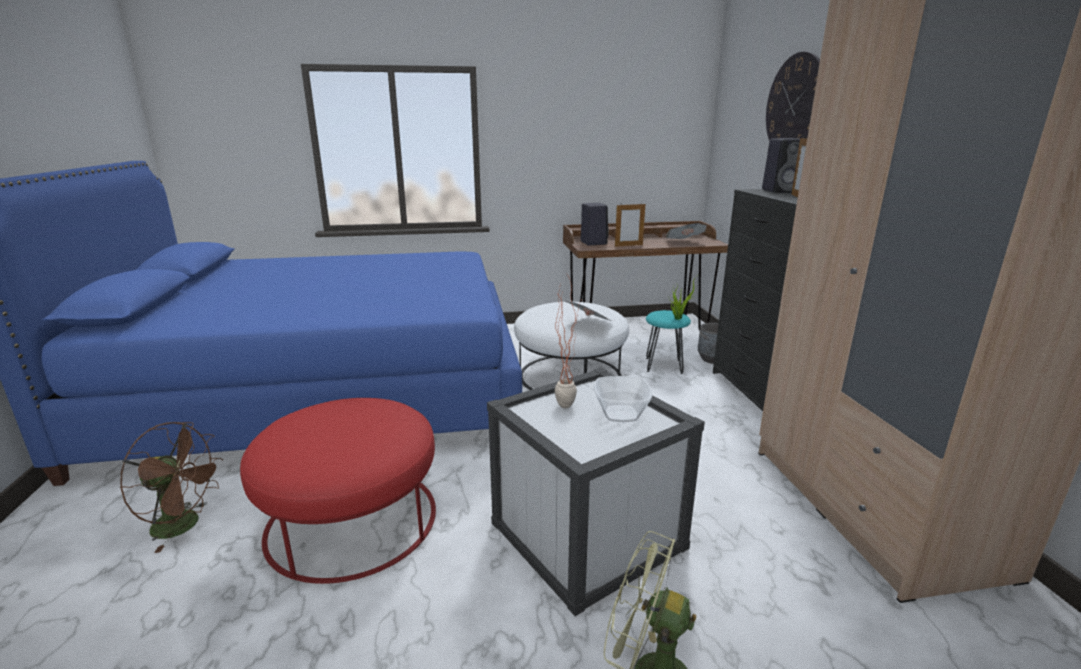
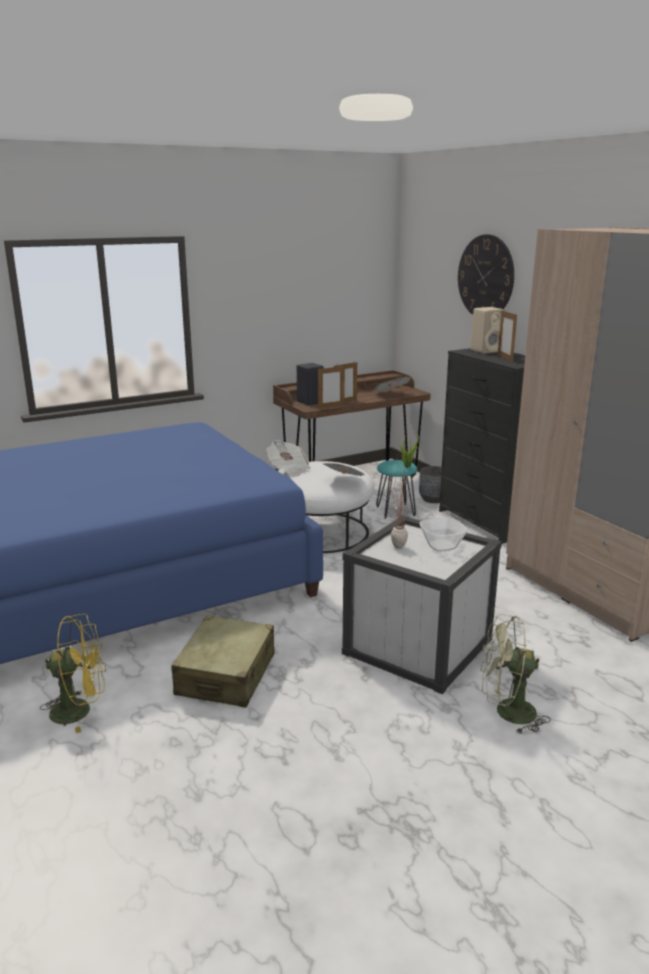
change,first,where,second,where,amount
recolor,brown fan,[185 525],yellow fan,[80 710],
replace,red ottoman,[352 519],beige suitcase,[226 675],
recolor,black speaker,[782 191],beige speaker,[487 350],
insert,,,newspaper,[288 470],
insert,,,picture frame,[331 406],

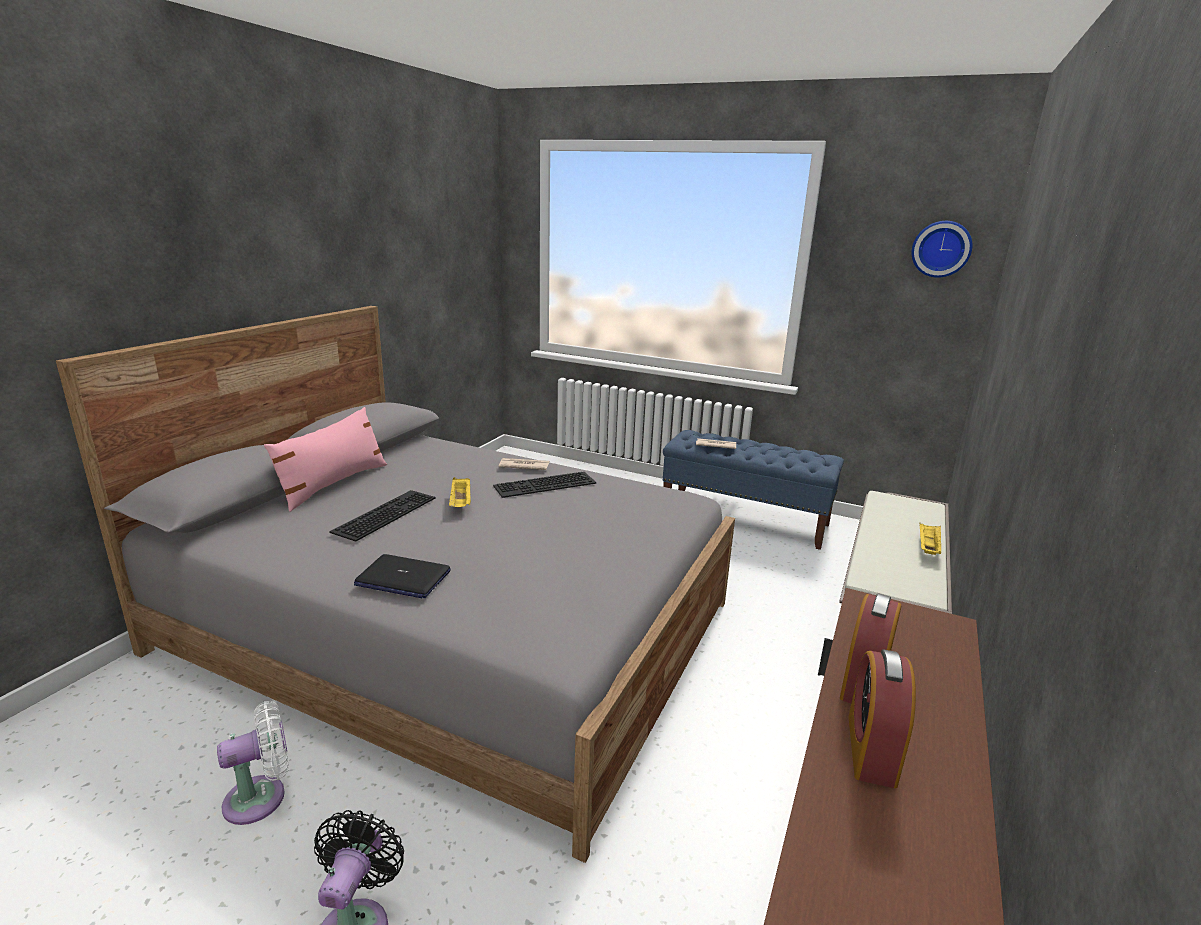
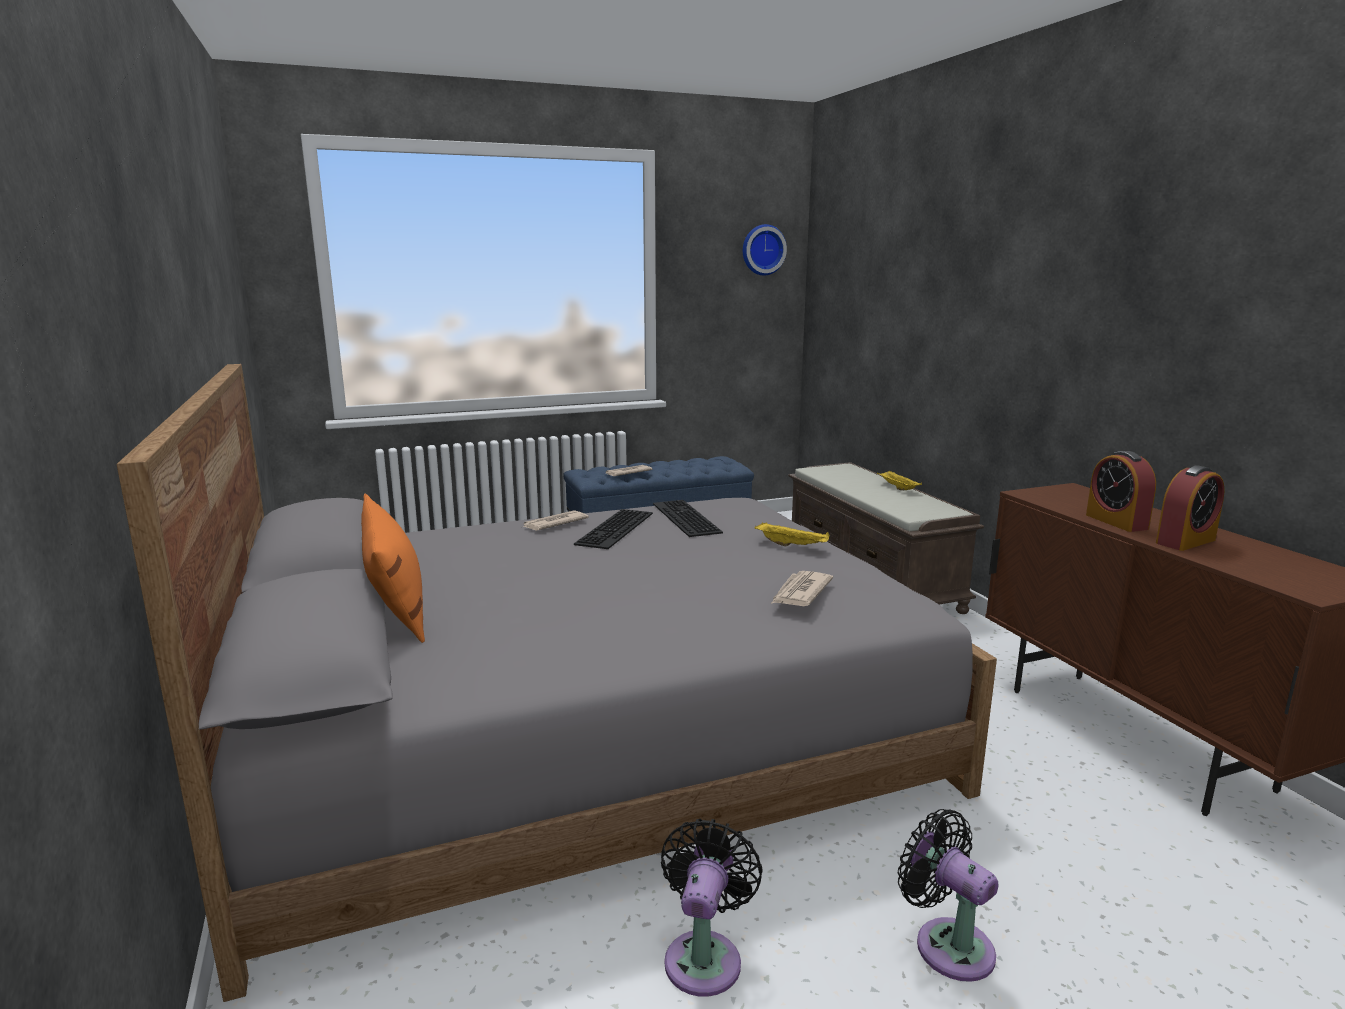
change,first,where,second,where,amount
recolor,white fan,[261 797],black fan,[705 956],
recolor,pink pillow,[333 484],orange pillow,[395 605],
move,keyboard,[384 513],,[683 517],
delete,laptop,[402 578],,,
move,yellow tray,[461 503],,[792 545],
rotate,alarm clock,[871 749],,[1185 541],90 degrees counterclockwise
insert,,,newspaper,[800 592],

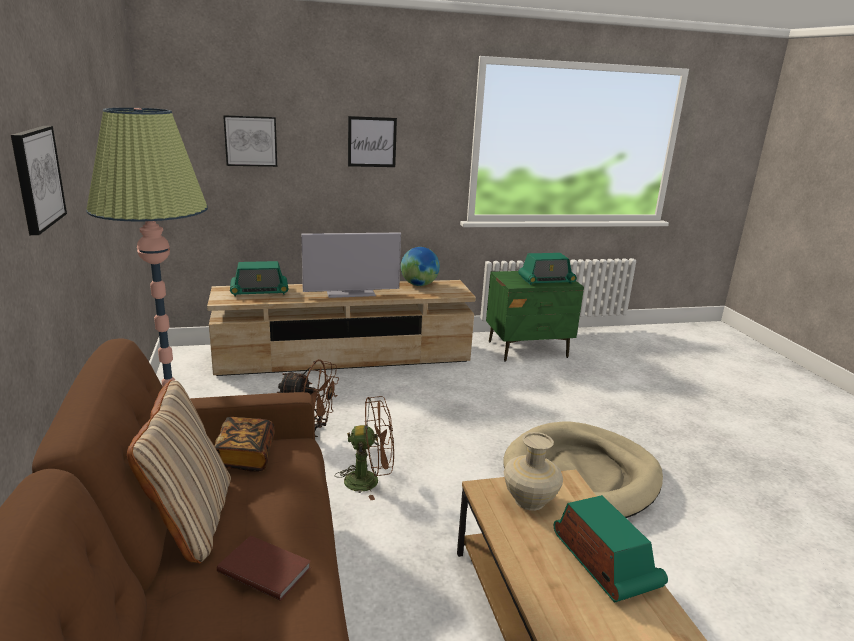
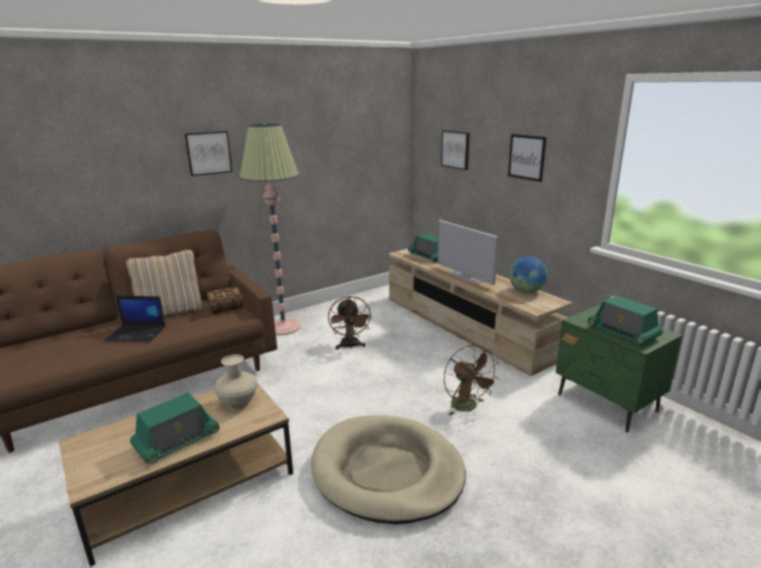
change,first,where,second,where,amount
replace,brown book,[265 568],laptop,[137 333],
move,brown fan,[369 481],,[468 407],

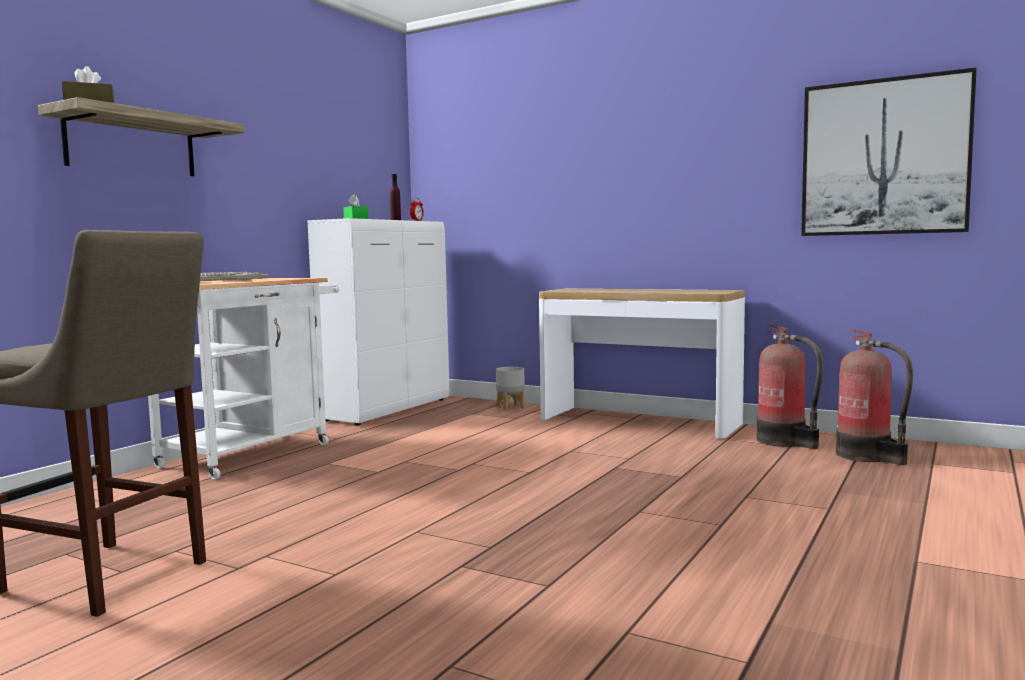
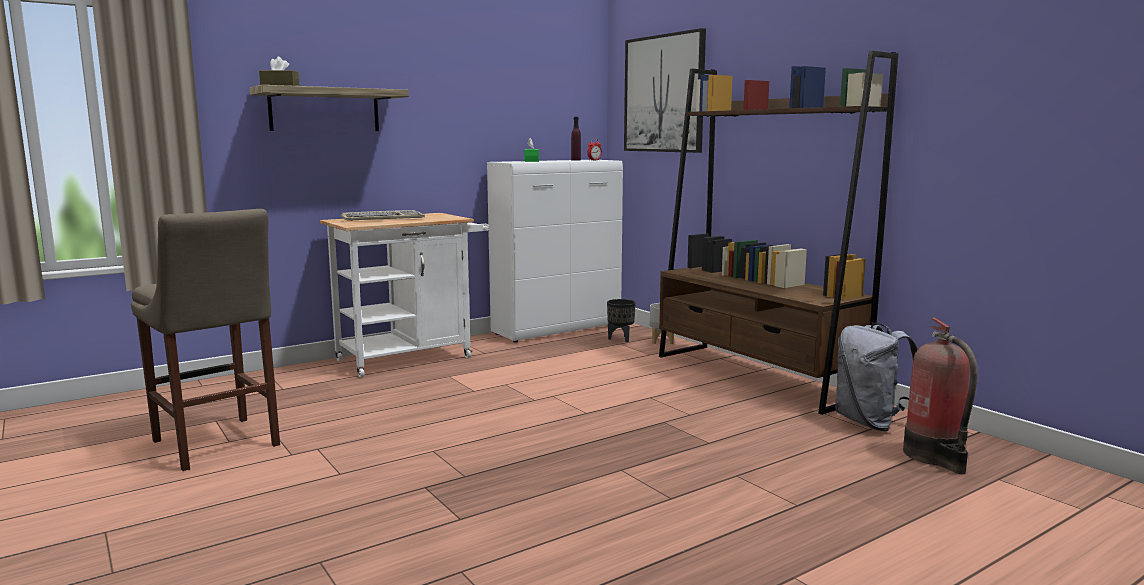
change,first,where,second,where,amount
replace,console table,[638 422],brown bookcase,[755 376],
replace,fire extinguisher,[784 441],grey backpack,[871 423],
move,picture,[884 157],,[664 94],
insert,,,black planter,[621 339],

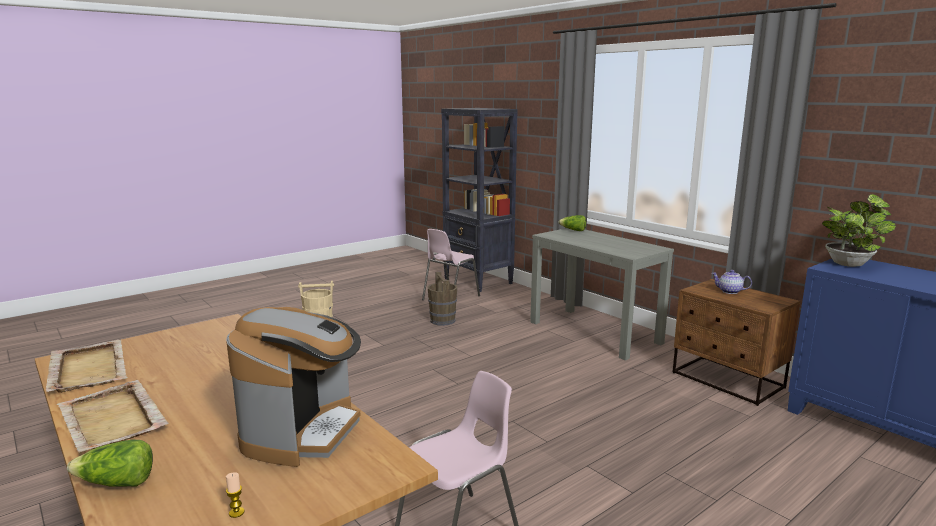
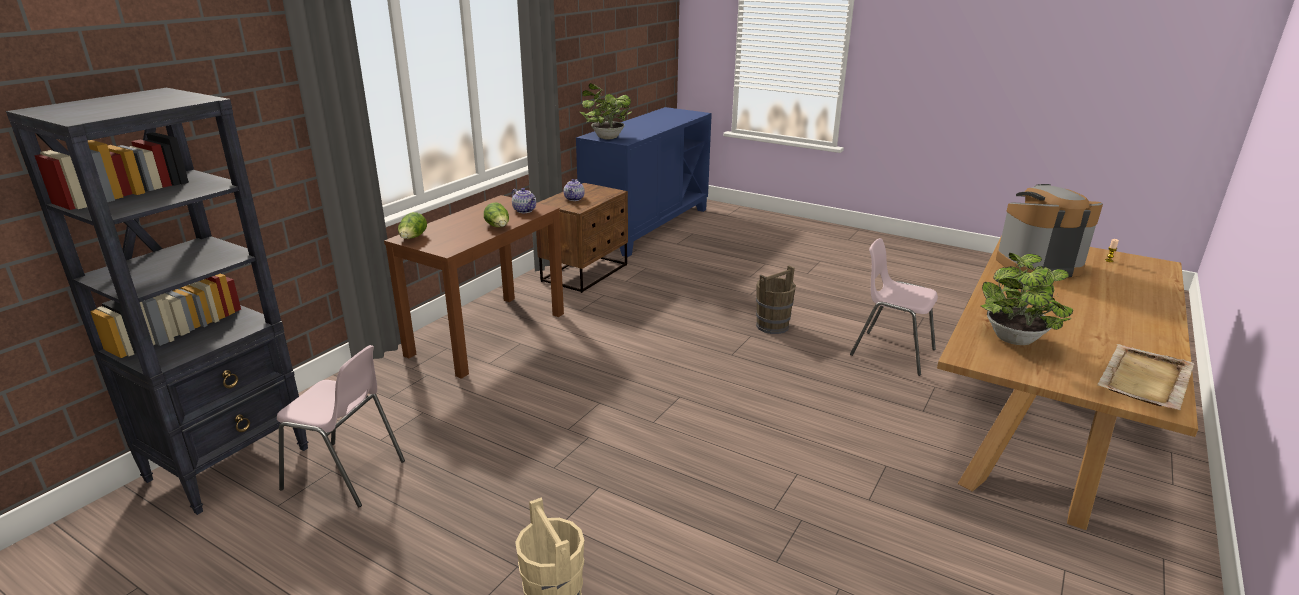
change,first,where,second,where,amount
delete,beige tray,[112 419],,,
move,lettuce,[116 483],,[498 227],
move,brown bucket,[442 320],,[772 326],
recolor,grey console table,[595 332],brown console table,[488 333],
insert,,,teapot,[525 210],
insert,,,potted plant,[1015 341],

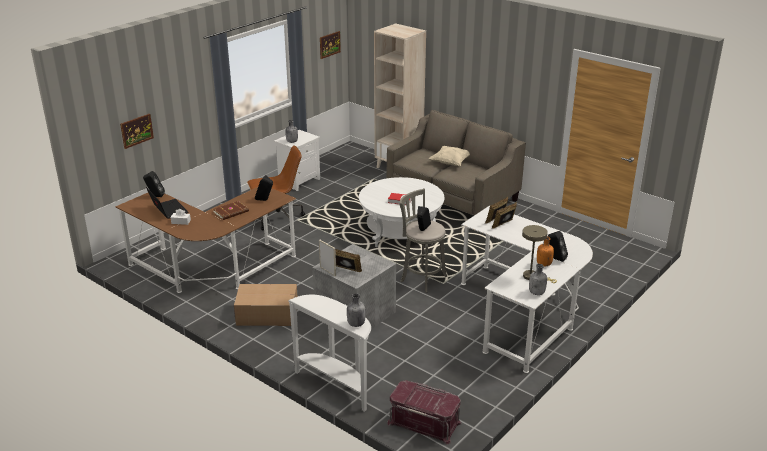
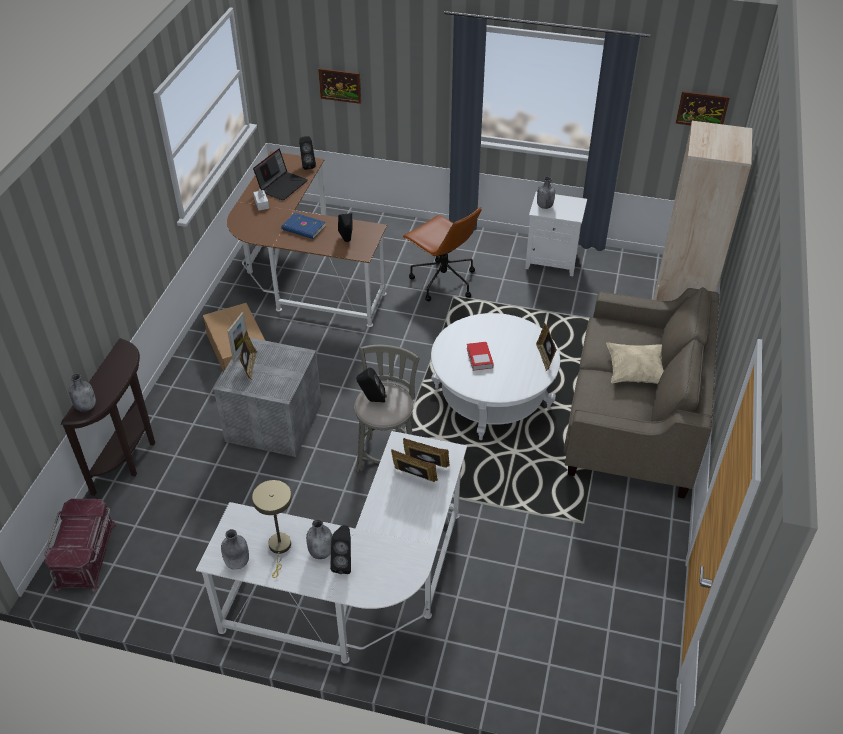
change,first,where,second,where,amount
recolor,brown book,[231 212],blue book,[303 228],
recolor,white console table,[336 385],brown console table,[130 455],
recolor,orange bottle,[543 264],grey bottle,[321 551],
insert,,,picture frame,[545 357],

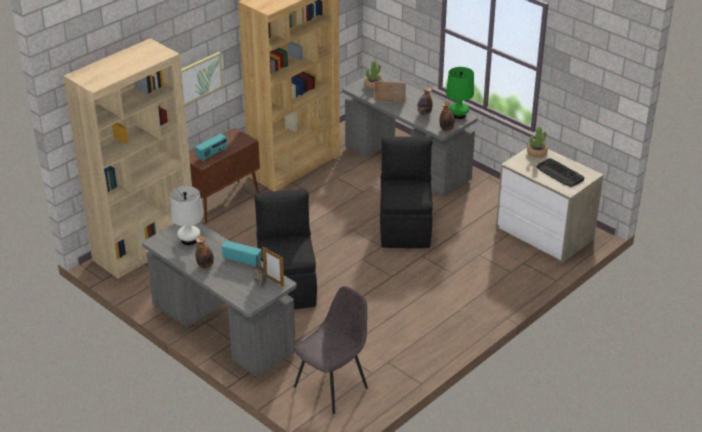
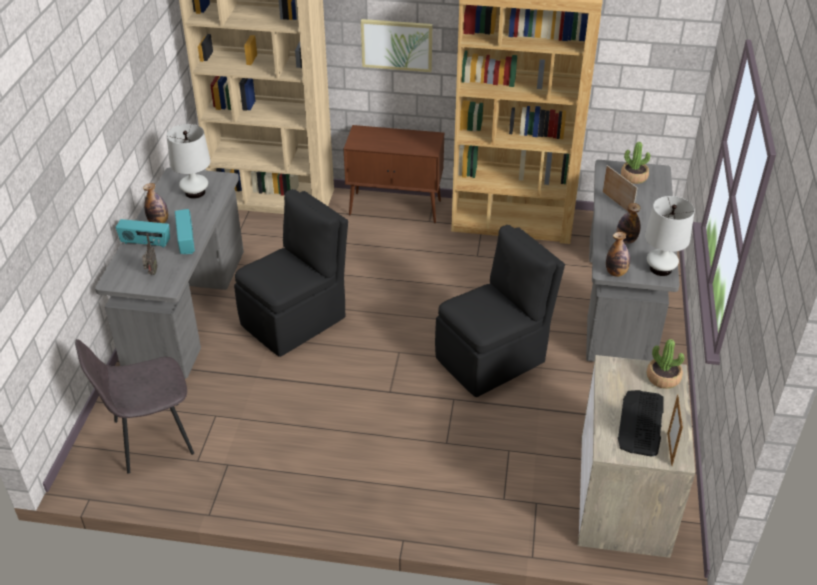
change,first,where,second,where,amount
move,radio,[212 154],,[145 243],
move,picture frame,[274 281],,[669 449],
rotate,grey chair,[332 386],,[150 438],150 degrees clockwise
recolor,green table lamp,[458 115],white table lamp,[660 269],

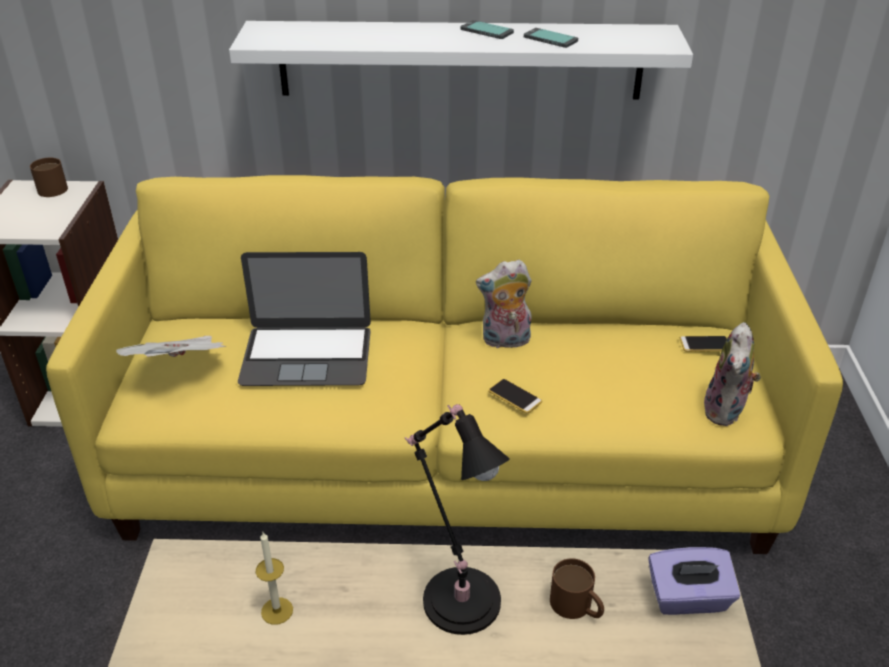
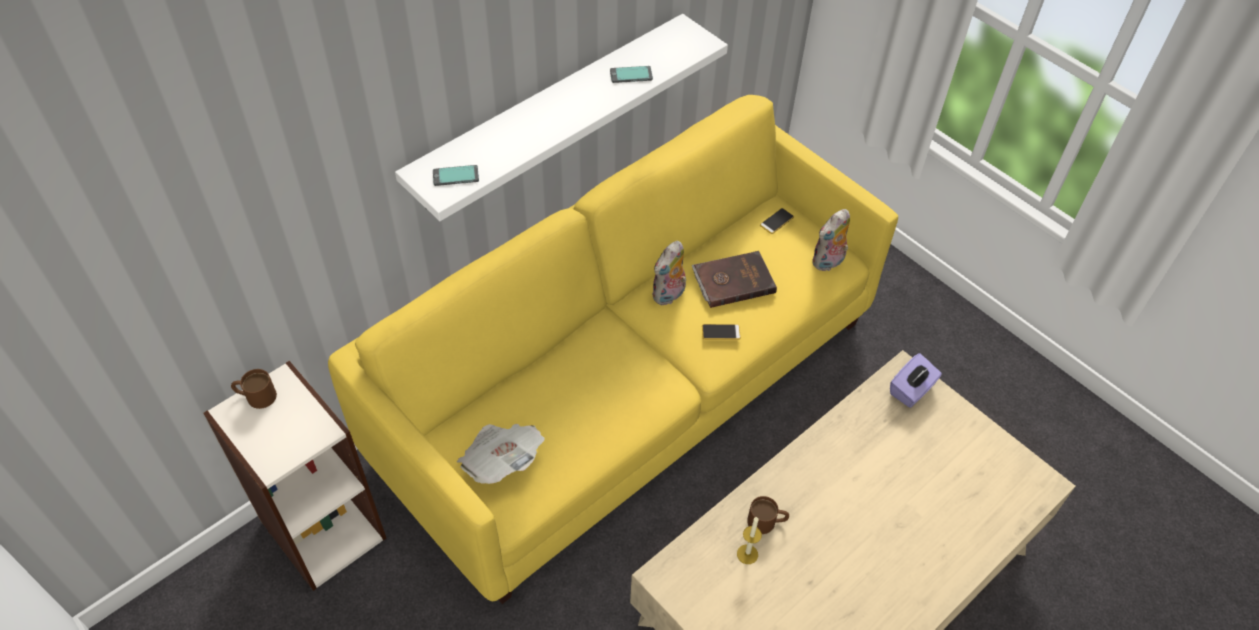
change,first,where,second,where,amount
delete,laptop,[307 355],,,
delete,black table lamp,[458 595],,,
move,phone,[486 31],,[456 176],
move,brown mug,[577 607],,[767 522],
rotate,plush toy,[726 412],,[828 263],75 degrees clockwise
insert,,,brown book,[733 281],

